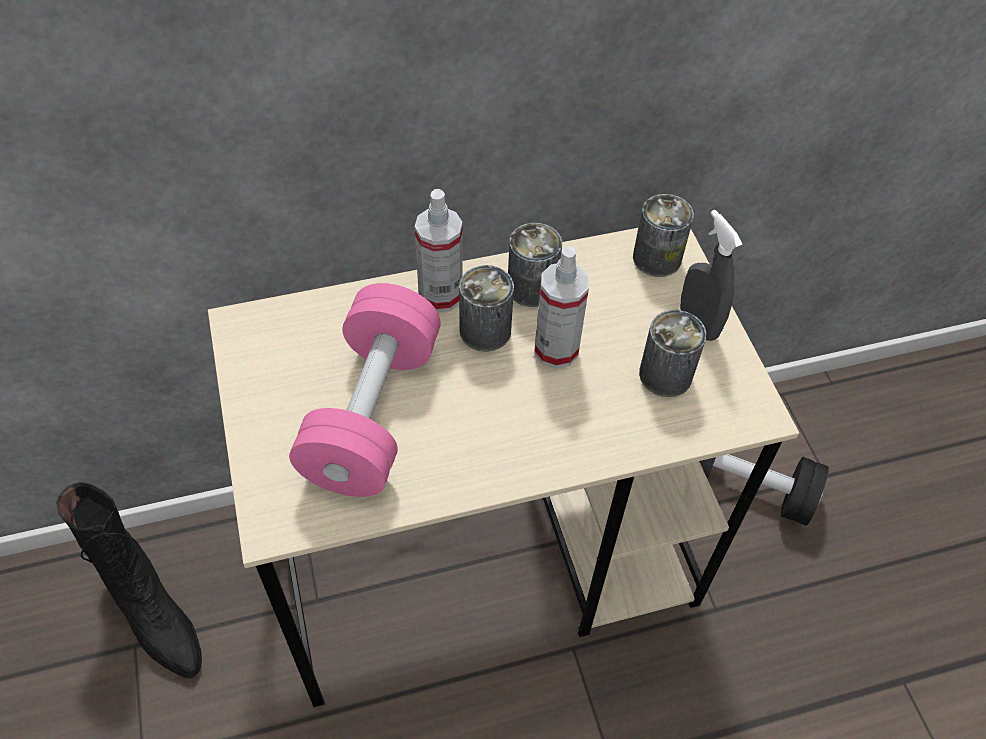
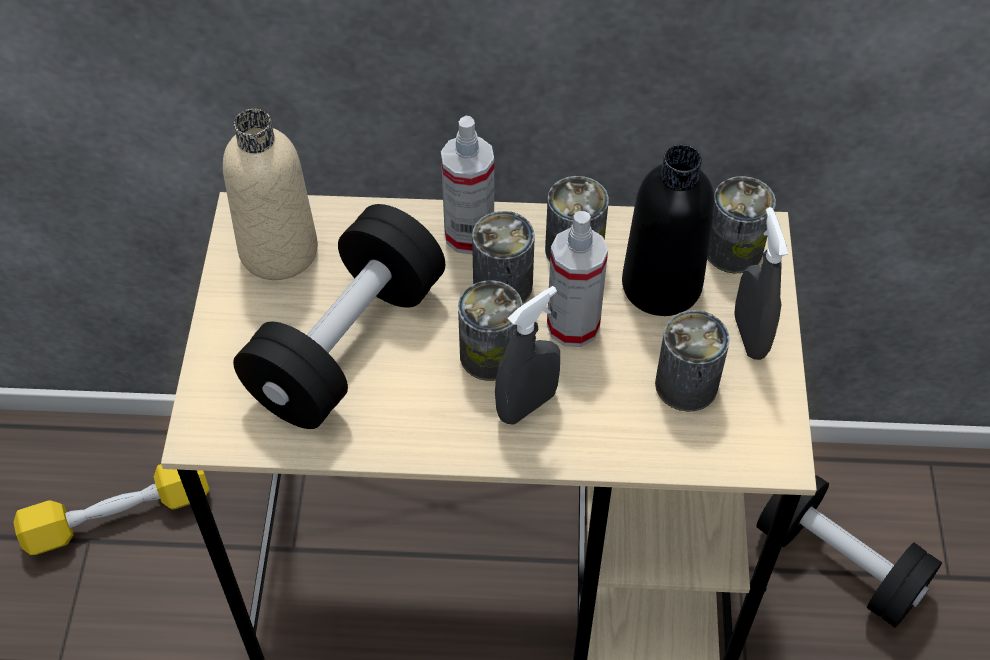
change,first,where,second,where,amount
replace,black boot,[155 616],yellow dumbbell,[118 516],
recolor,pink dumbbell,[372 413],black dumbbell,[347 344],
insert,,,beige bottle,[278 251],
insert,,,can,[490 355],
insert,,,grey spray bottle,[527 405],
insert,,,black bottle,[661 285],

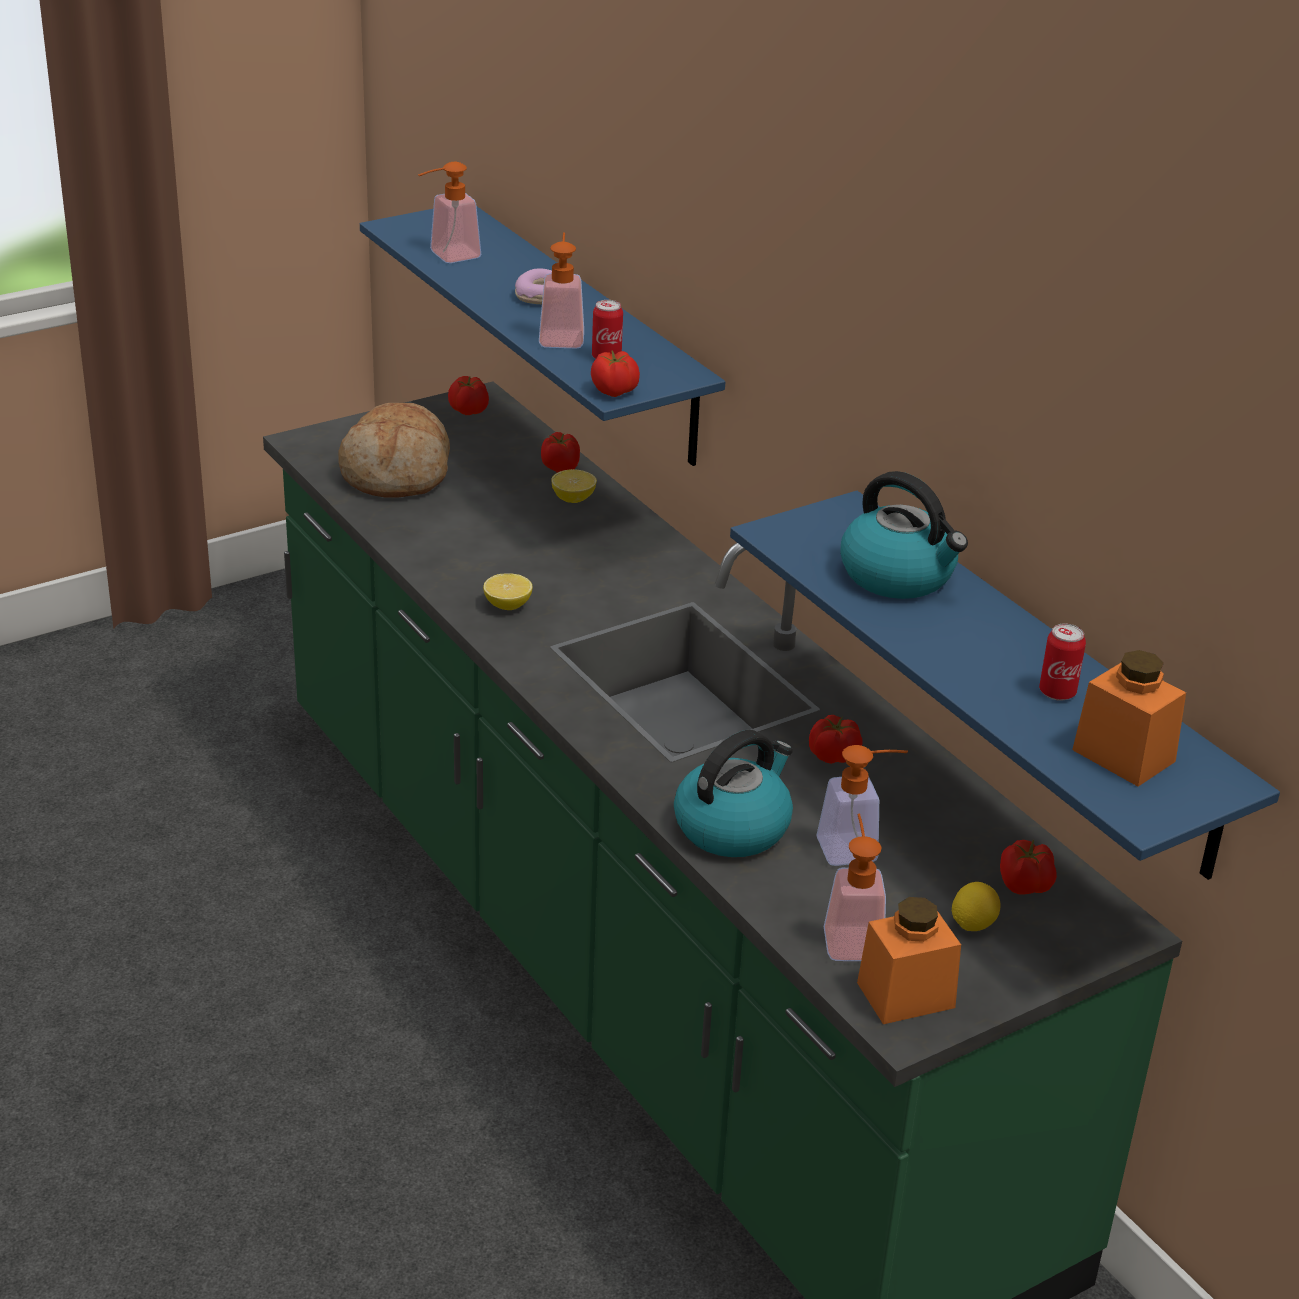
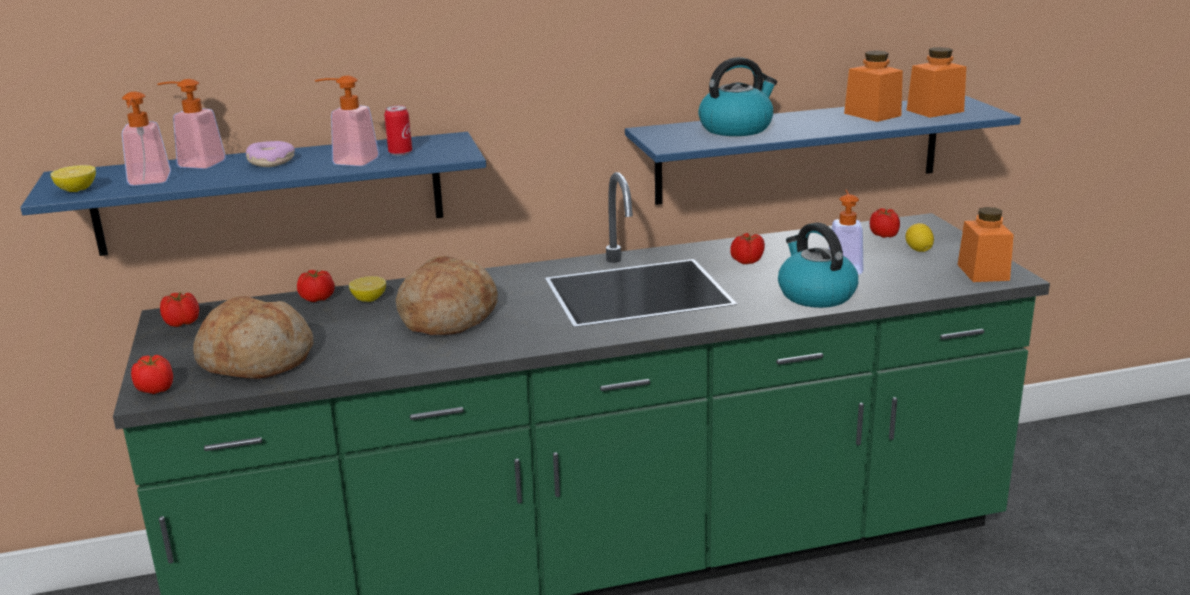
change,first,where,second,where,amount
move,lemon,[507 606],,[77 190],
move,tomato,[615 391],,[156 389],
move,soap dispenser,[851 936],,[195 164],
replace,can,[1057 692],orange jar,[872 114],
insert,,,bread,[447 316],

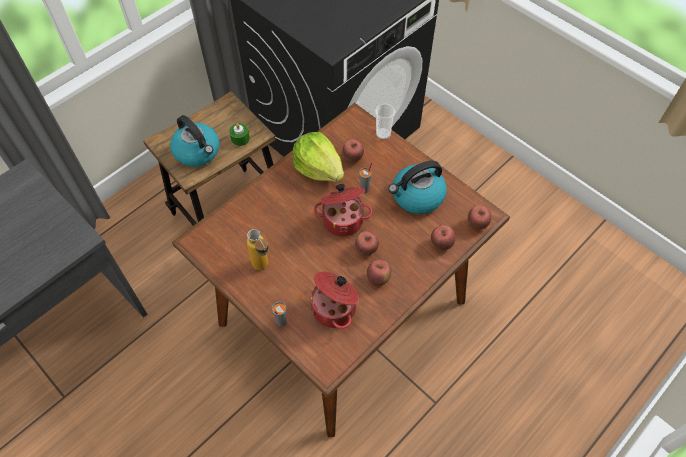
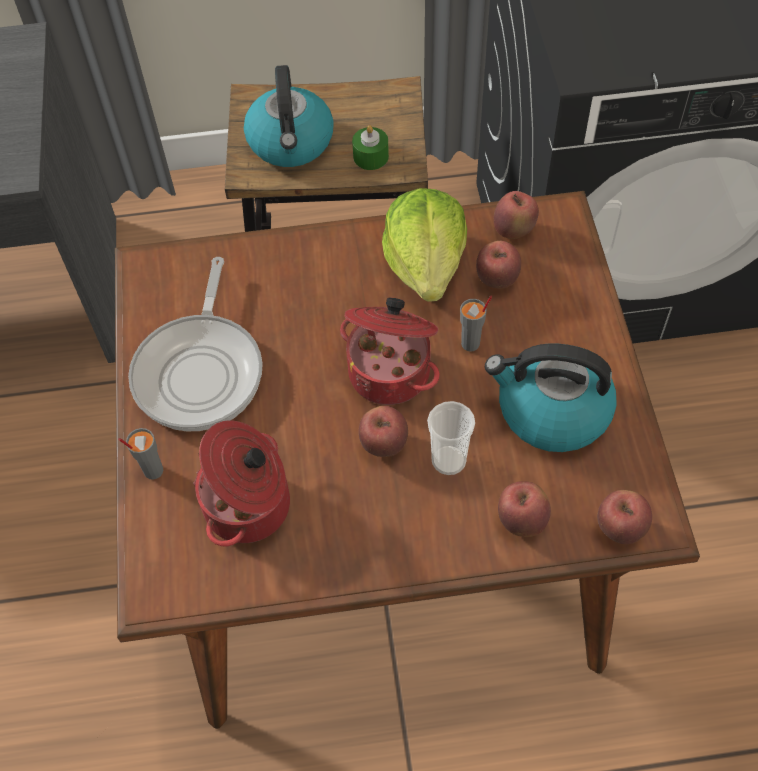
change,first,where,second,where,amount
replace,bottle,[263 269],frying pan,[201 370],
move,apple,[378 279],,[513 231],
move,cup,[383 134],,[448 460],

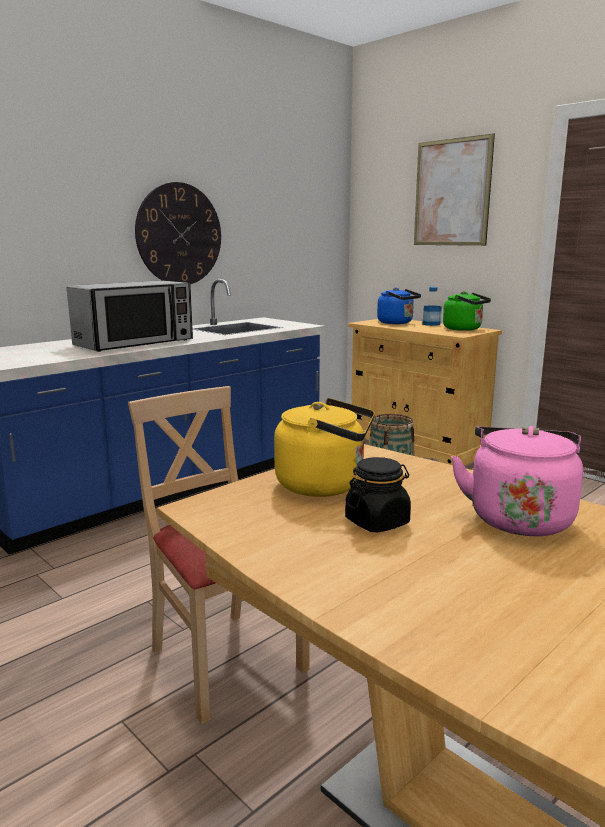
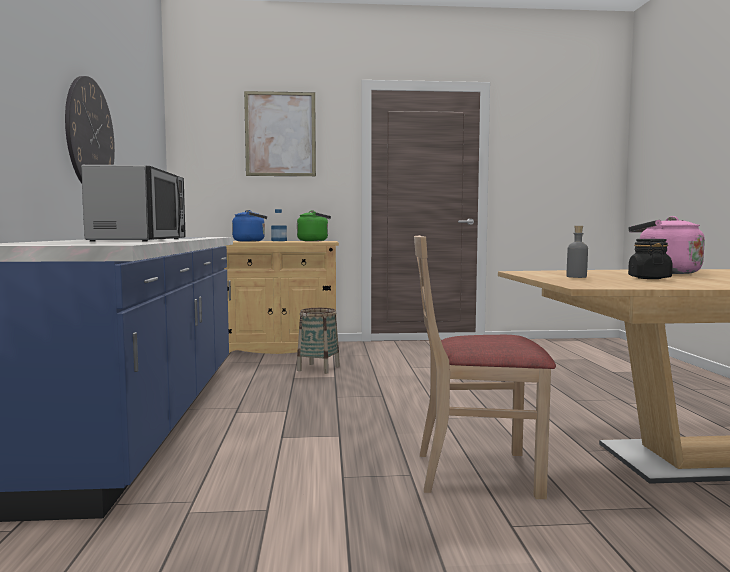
change,first,where,second,where,amount
replace,yellow kettle,[325 485],grey bottle,[576 277],

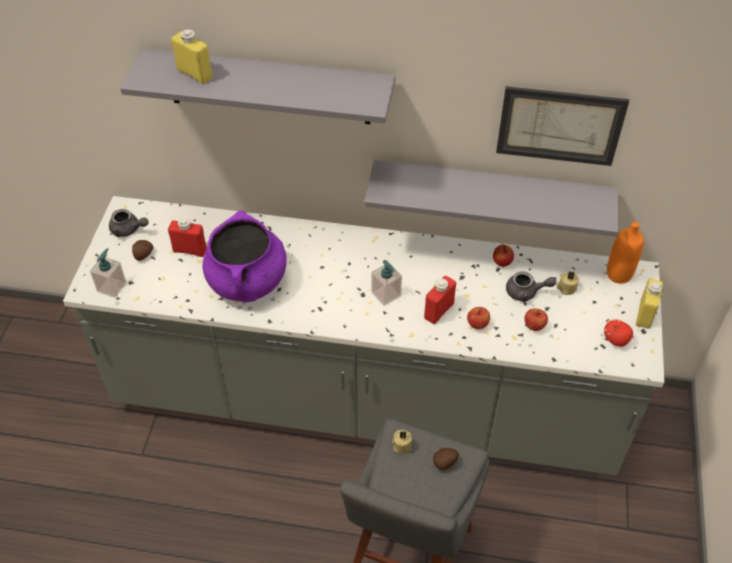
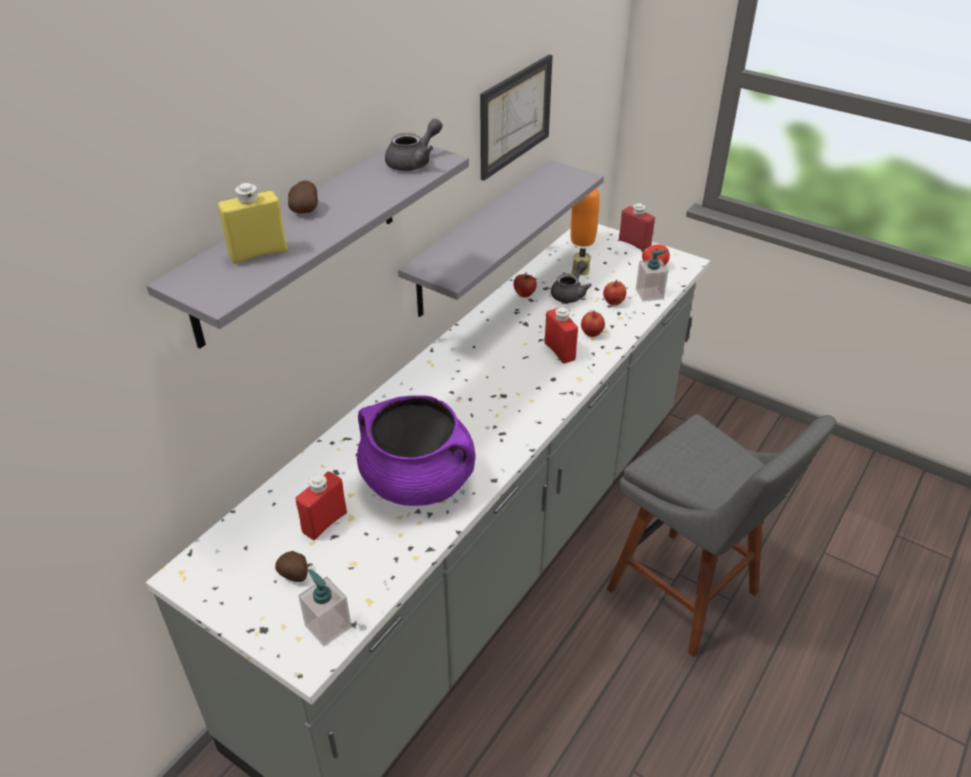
change,first,where,second,where,amount
move,grey teapot,[128 230],,[414 162],
move,soap dispenser,[386 294],,[649 294],
delete,beige candle,[401 445],,,
move,potato,[445 462],,[305 209],
recolor,yellow bottle,[645 314],red bottle,[634 243],

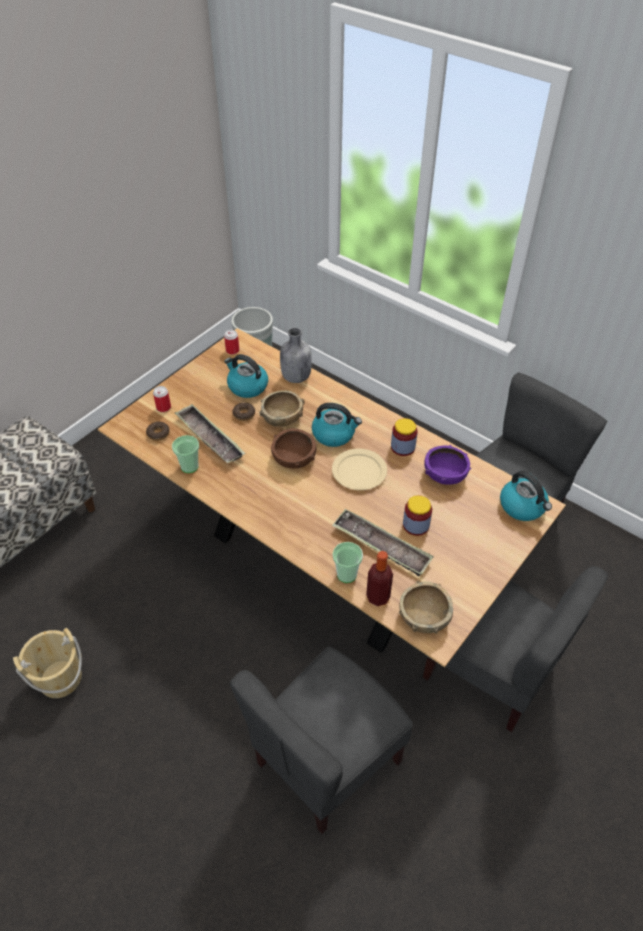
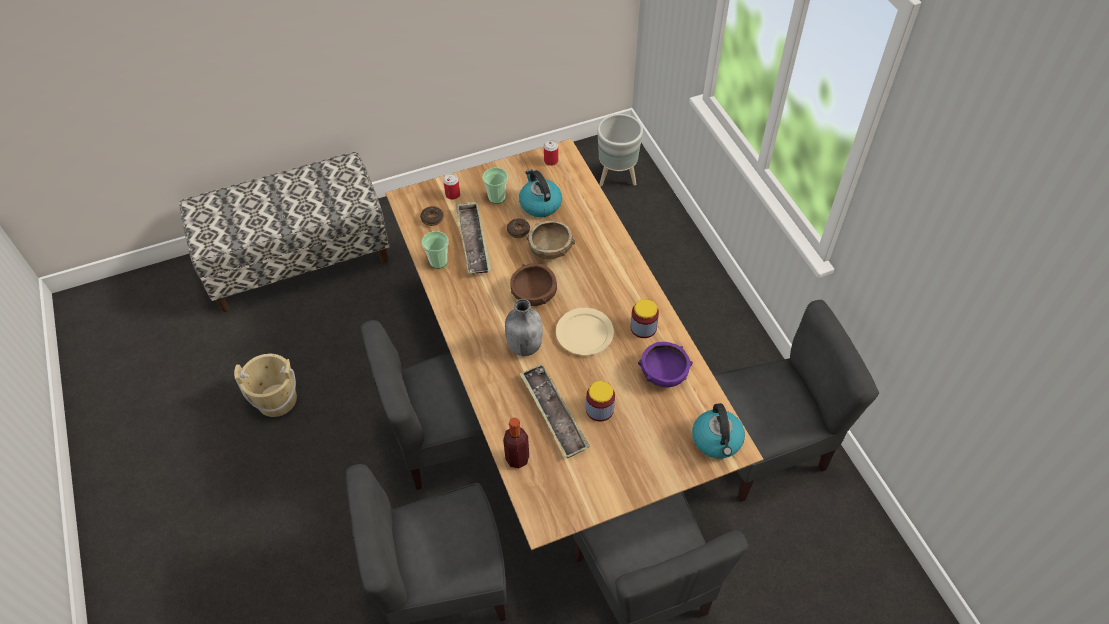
change,first,where,second,where,amount
move,grey bottle,[295 377],,[524 345],
delete,kettle,[334 434],,,
move,cup,[346 574],,[496 197],
delete,brown bowl,[424 616],,,
insert,,,grey chair,[450 440],

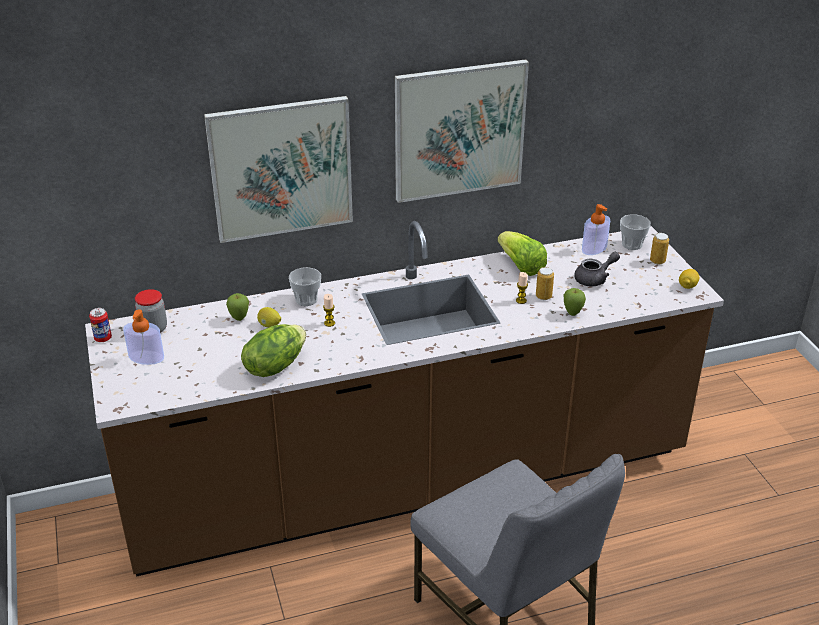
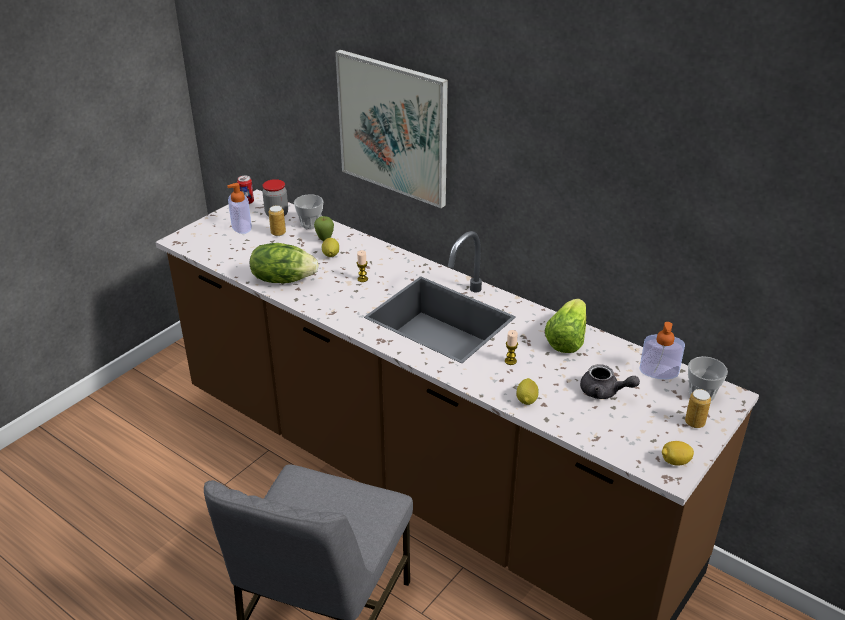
change,first,where,second,where,amount
move,cup,[306 300],,[310 224],
delete,picture,[459 130],,,
move,can,[543 296],,[278 233],
replace,apple,[572 313],lemon,[527 400],

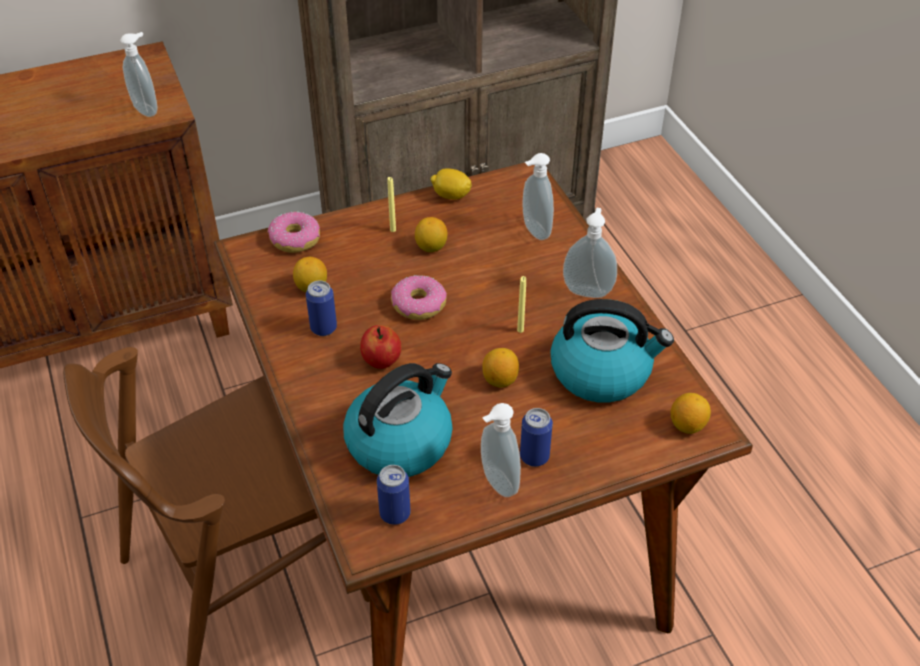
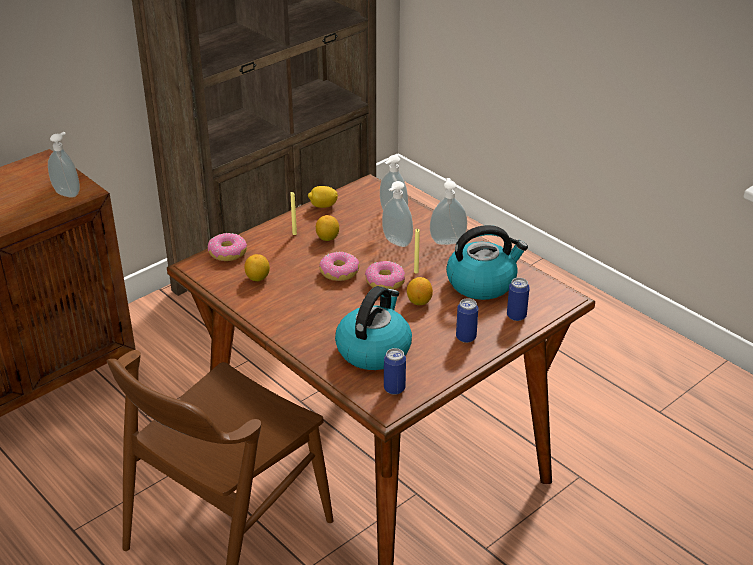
change,first,where,second,where,amount
move,can,[323 328],,[516 316],
delete,apple,[381 361],,,
move,soap dispenser,[496 483],,[396 243],
delete,lemon,[687 425],,,
insert,,,donut,[384 282],

